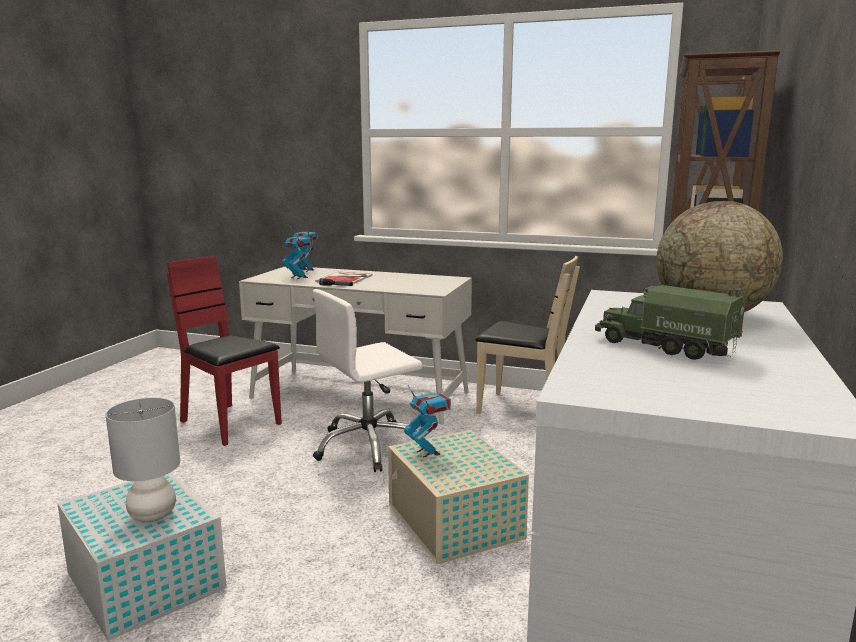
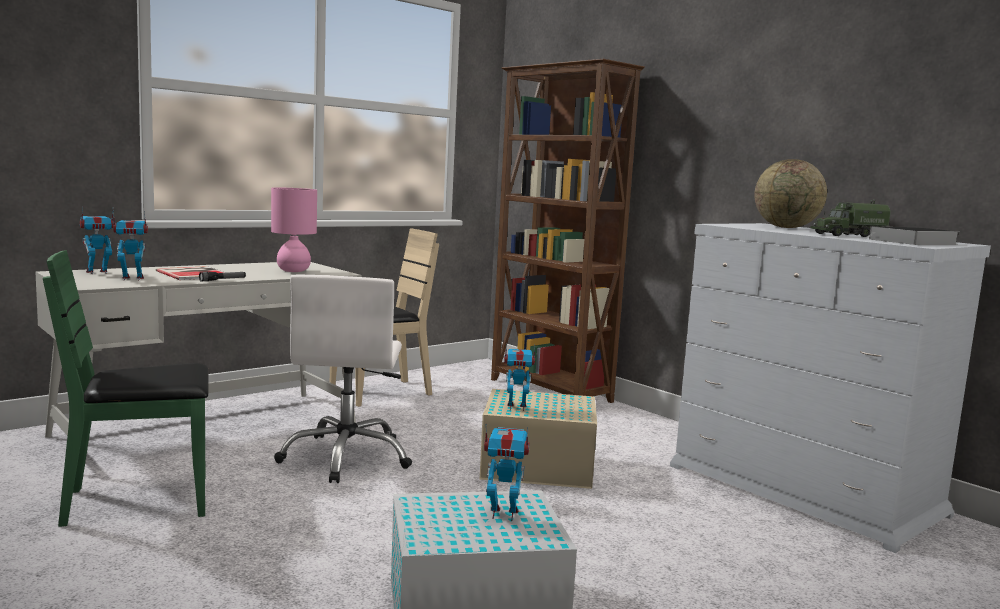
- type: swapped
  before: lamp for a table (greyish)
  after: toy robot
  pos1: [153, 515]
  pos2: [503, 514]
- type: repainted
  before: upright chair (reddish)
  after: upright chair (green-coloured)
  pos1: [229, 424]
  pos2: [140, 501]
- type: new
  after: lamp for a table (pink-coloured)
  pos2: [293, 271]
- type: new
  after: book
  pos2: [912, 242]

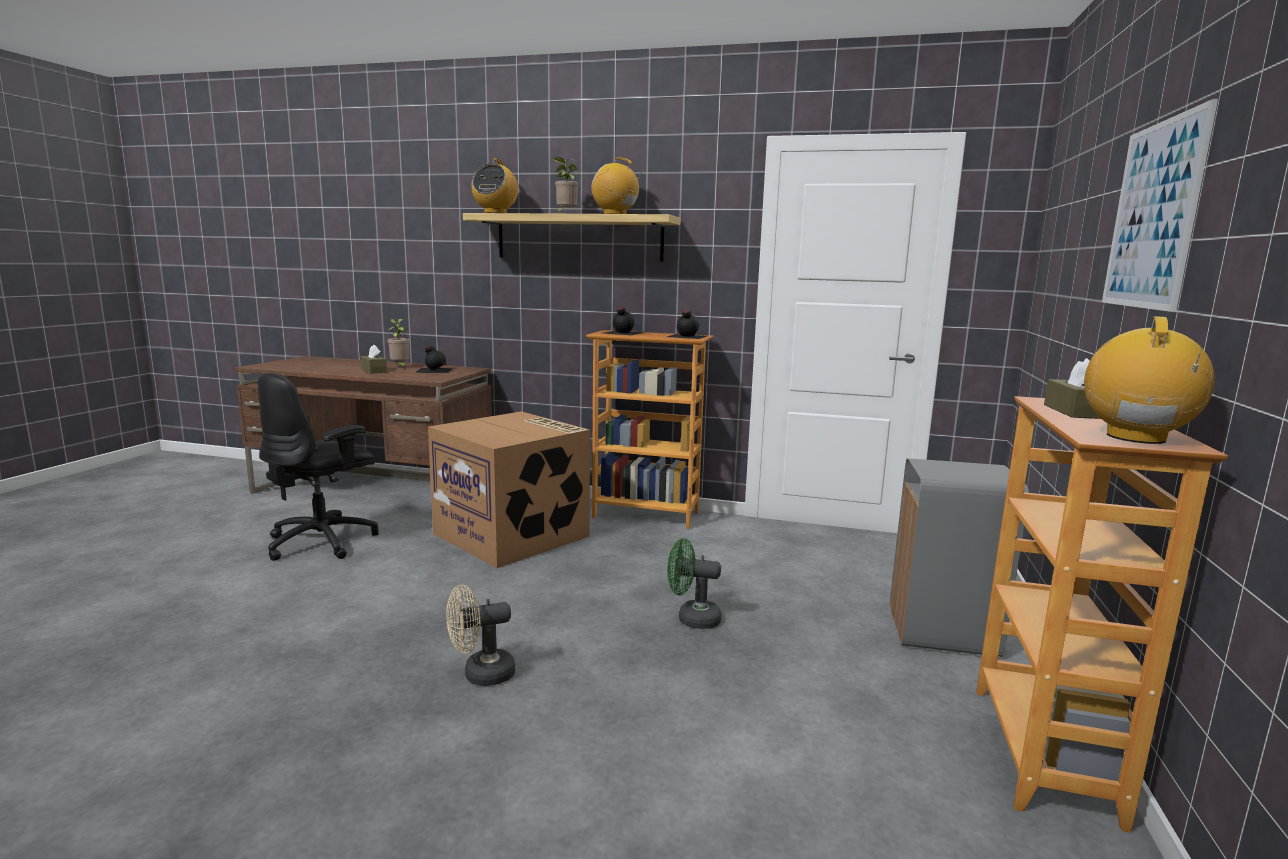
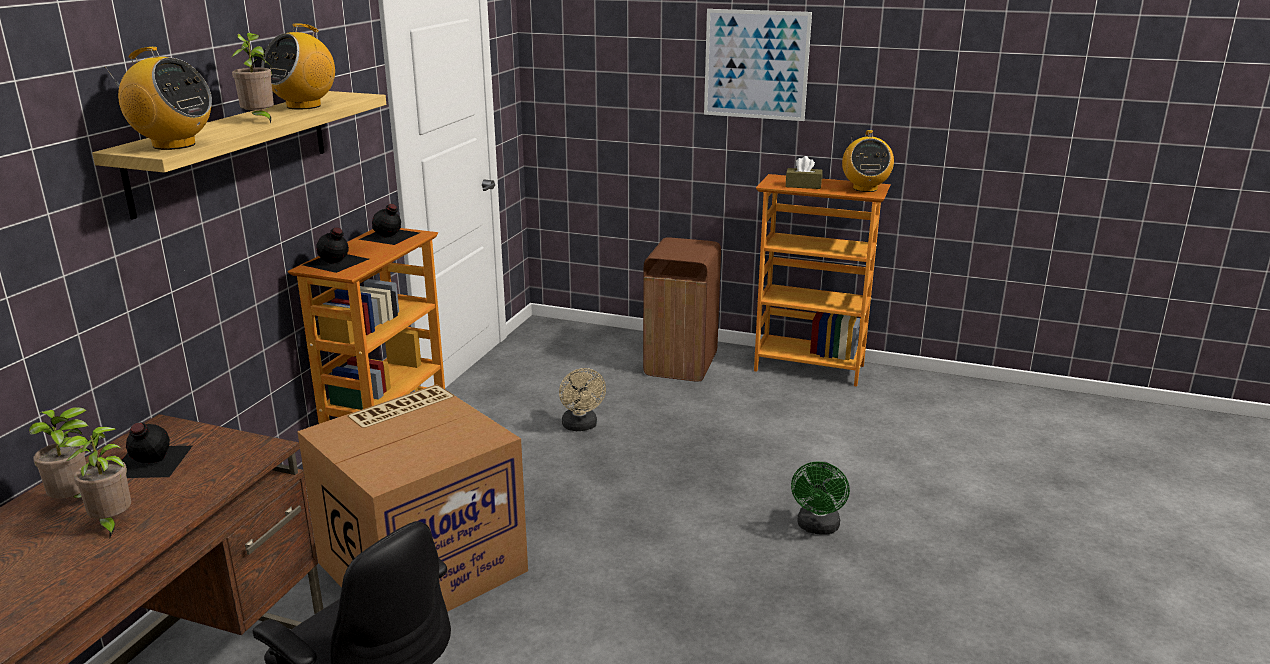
- type: swapped
  before: tissue holder (brown)
  after: houseplant
  pos1: [374, 371]
  pos2: [112, 524]
- type: shifted
  before: electric fan (beige-coloured)
  pos1: [481, 674]
  pos2: [581, 426]
- type: shifted
  before: electric fan (green-coloured)
  pos1: [692, 618]
  pos2: [817, 528]
- type: repainted
  before: waste bin (greyish)
  after: waste bin (brown)
  pos1: [943, 633]
  pos2: [681, 364]
- type: rotated
  before: radio receiver
  pos1: [1136, 437]
  pos2: [865, 188]
  turn: -120

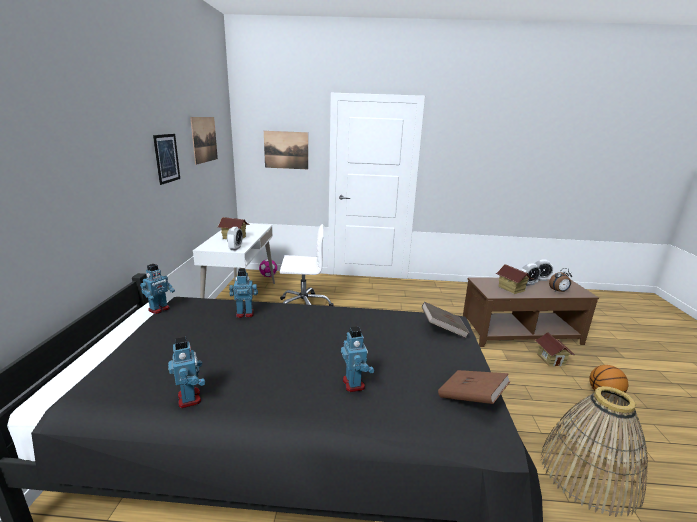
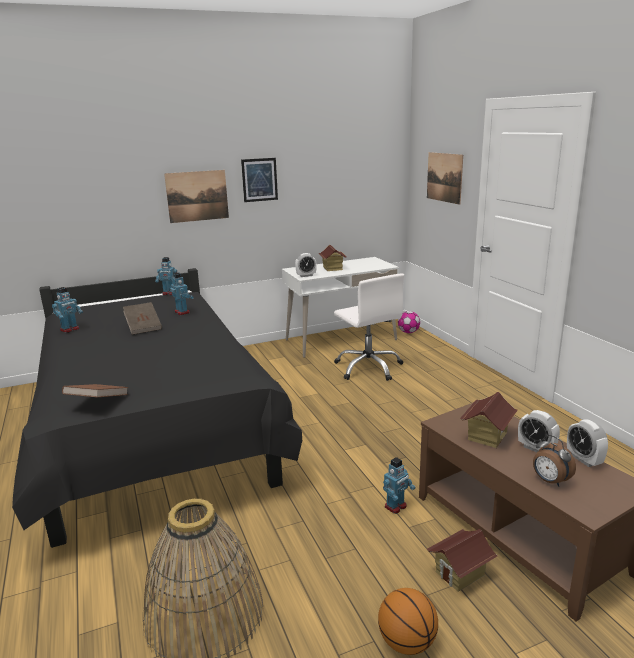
- type: shifted
  before: picture
  pos1: [204, 139]
  pos2: [197, 196]
- type: shifted
  before: toy robot
  pos1: [354, 384]
  pos2: [396, 506]
- type: shifted
  before: book (brown)
  pos1: [443, 329]
  pos2: [143, 327]

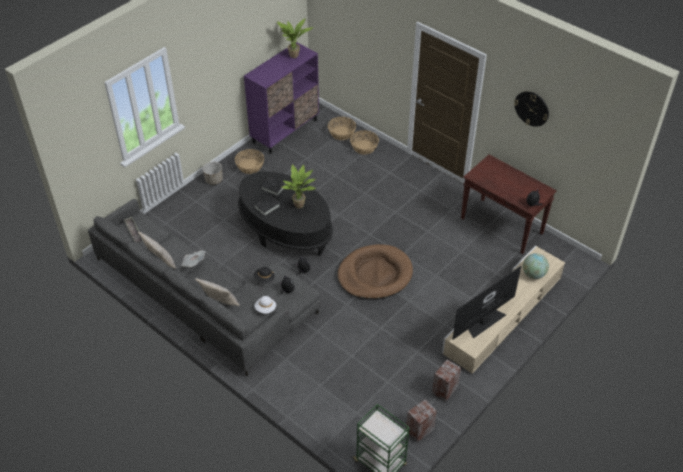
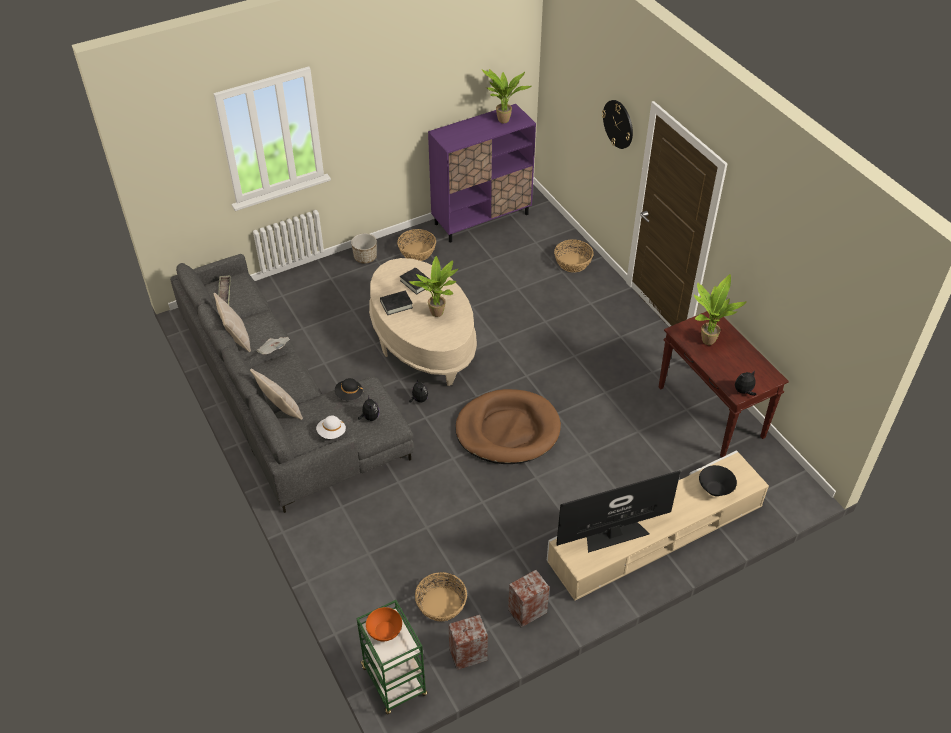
- type: repainted
  before: lounge table (blackish)
  after: lounge table (beige-coloured)
  pos1: [285, 228]
  pos2: [423, 340]
- type: shifted
  before: storage basket
  pos1: [341, 133]
  pos2: [441, 604]
- type: shifted
  before: hanging clock
  pos1: [531, 108]
  pos2: [618, 124]
- type: swapped
  before: globe
  after: deep dish (blackish)
  pos1: [533, 274]
  pos2: [715, 489]
- type: new
  after: deep dish (orange)
  pos2: [385, 630]
- type: new
  after: houseplant
  pos2: [706, 340]

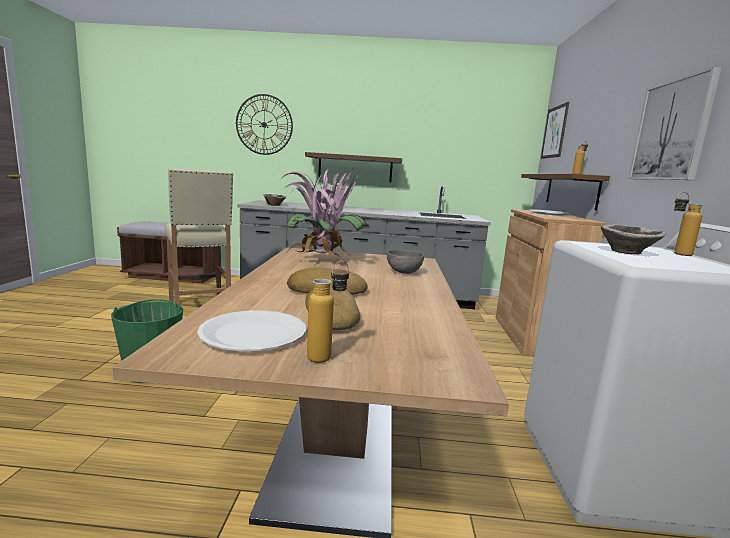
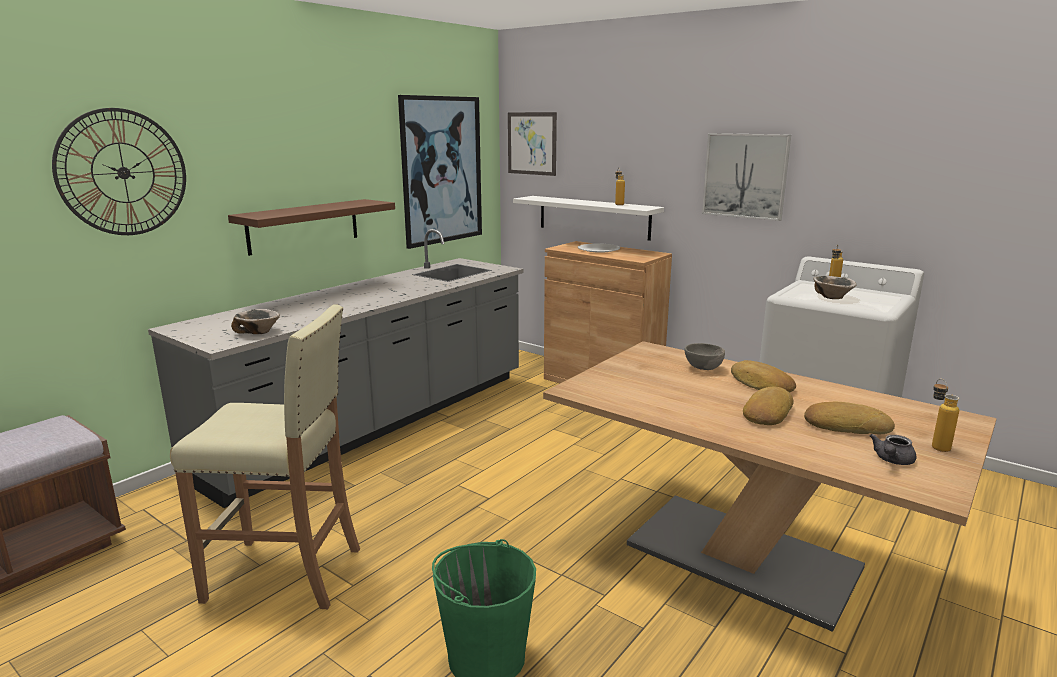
- type: swapped
  before: plate (white)
  after: pot for tea (greyish)
  pos1: [253, 333]
  pos2: [892, 461]
- type: gone
  before: houseplant
  pos1: [321, 262]
- type: repainted
  before: shelf (brown)
  after: shelf (white)
  pos1: [571, 190]
  pos2: [593, 217]
- type: new
  after: picture
  pos2: [442, 170]
- type: new
  after: baked bread
  pos2: [760, 384]

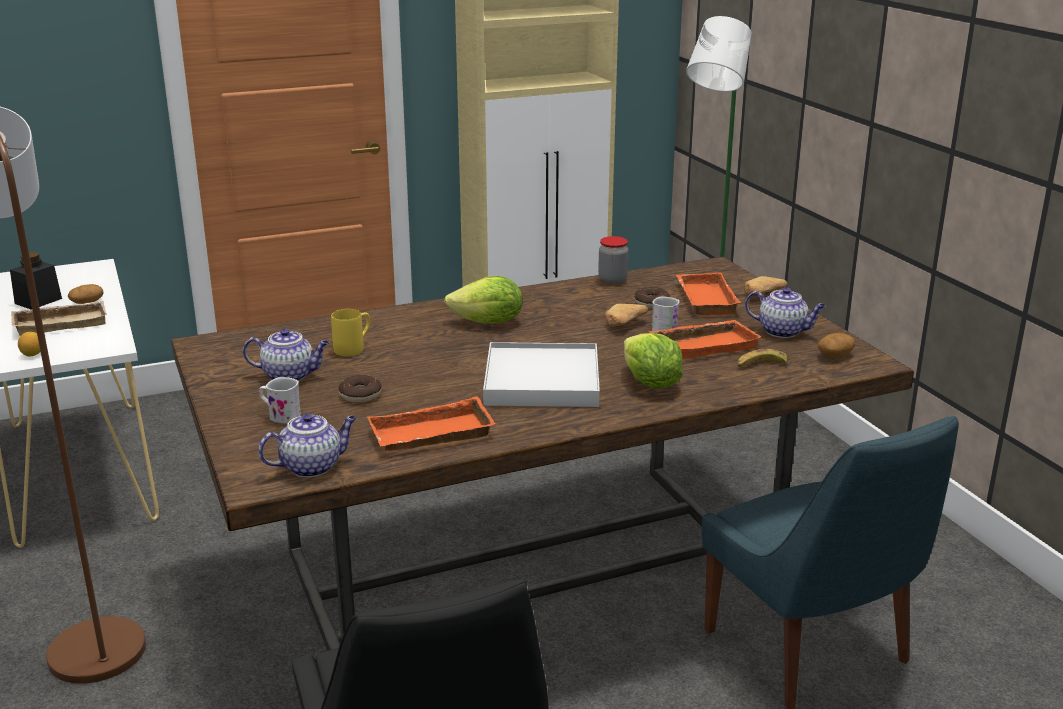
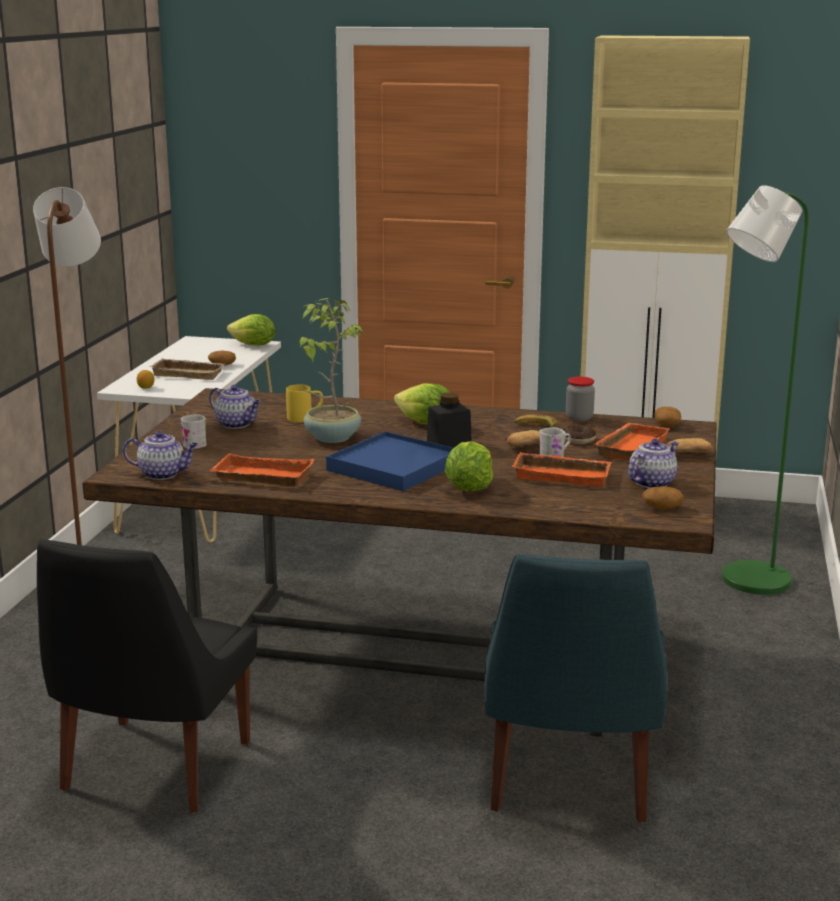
- type: shifted
  before: preserve jar (blackish)
  pos1: [38, 301]
  pos2: [449, 444]
- type: gone
  before: ring doughnut
  pos1: [360, 395]
- type: repainted
  before: carrying tray (white)
  after: carrying tray (bluish)
  pos1: [542, 381]
  pos2: [394, 467]
- type: shifted
  before: whole banana
  pos1: [761, 365]
  pos2: [535, 426]
- type: rotated
  before: pot for tea
  pos1: [783, 331]
  pos2: [652, 482]
  turn: -105
- type: new
  after: head of lettuce
  pos2: [253, 345]
- type: new
  after: houseplant
  pos2: [331, 438]
- type: new
  after: potato
  pos2: [667, 425]

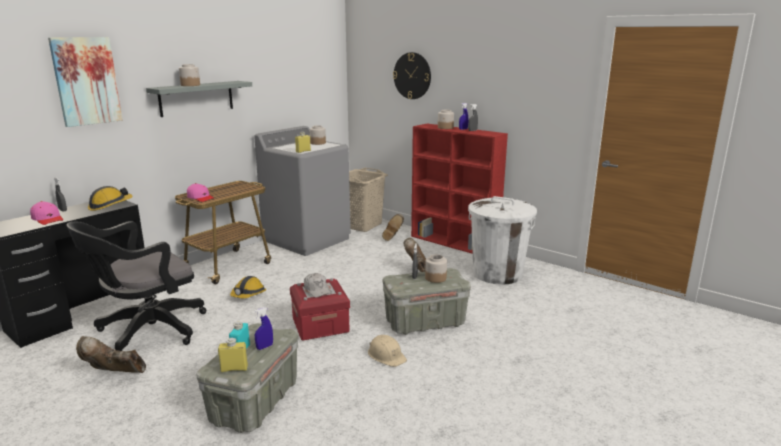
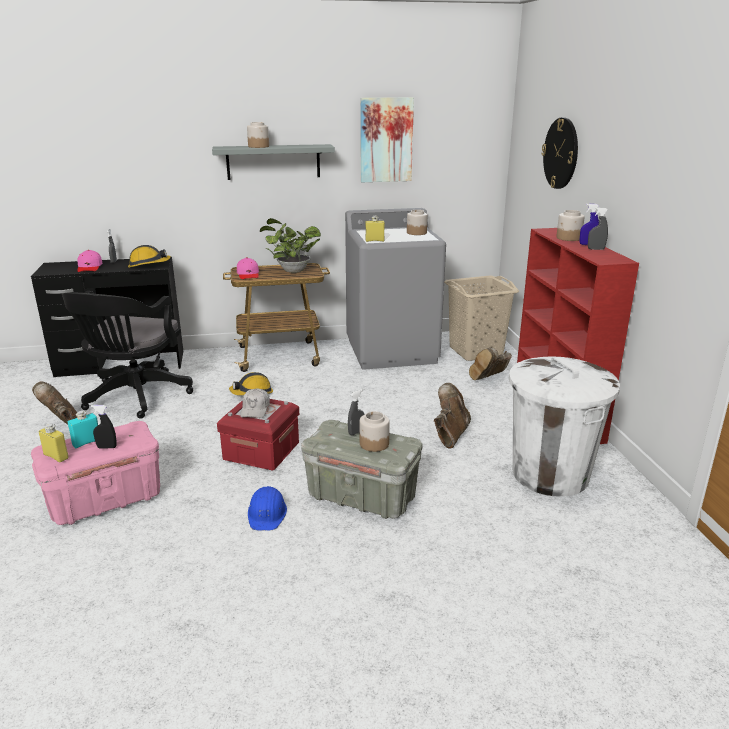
- type: shifted
  before: picture
  pos1: [86, 81]
  pos2: [386, 140]
- type: rotated
  before: office chair (blackish)
  pos1: [147, 331]
  pos2: [135, 397]
  turn: -75
- type: repainted
  before: storage box (greyish)
  after: storage box (pink-coloured)
  pos1: [255, 401]
  pos2: [106, 499]
- type: repainted
  before: hand sprayer (bluish)
  after: hand sprayer (blackish)
  pos1: [264, 347]
  pos2: [107, 447]
- type: repainted
  before: work helmet (beige-coloured)
  after: work helmet (bluish)
  pos1: [386, 355]
  pos2: [267, 513]
- type: new
  after: houseplant
  pos2: [291, 270]

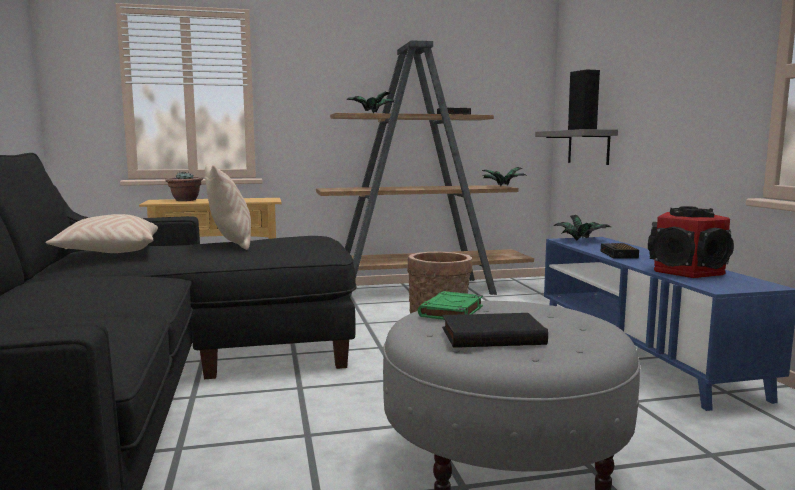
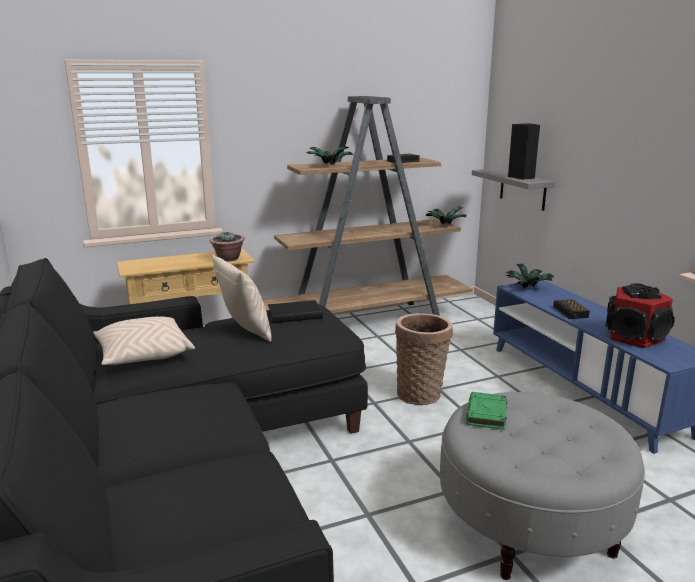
- type: shifted
  before: houseplant
  pos1: [185, 200]
  pos2: [228, 259]
- type: shifted
  before: book (blackish)
  pos1: [492, 335]
  pos2: [295, 314]

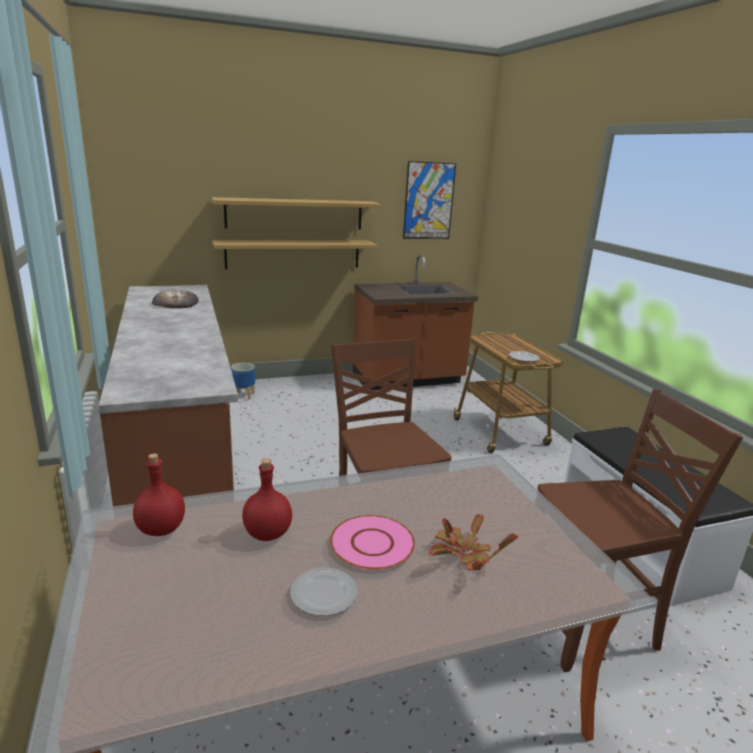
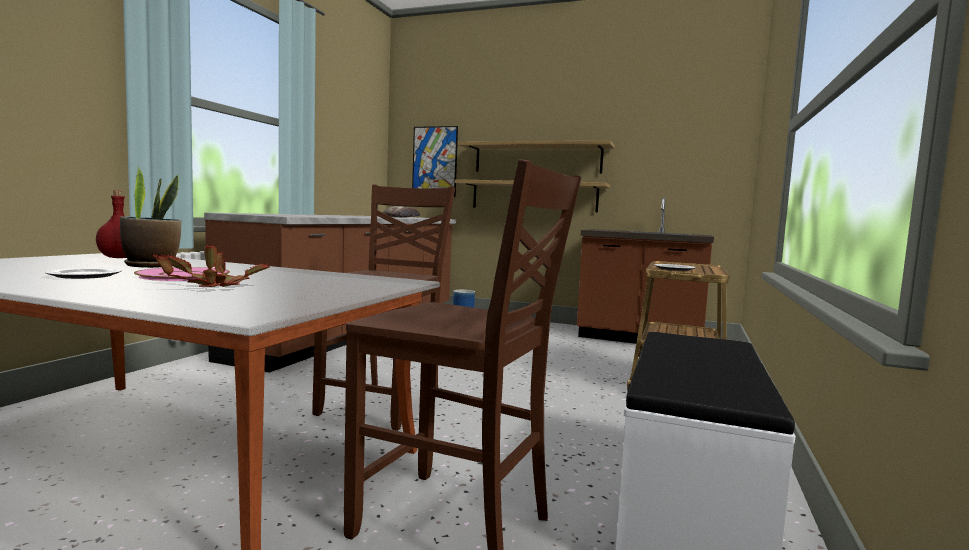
- type: swapped
  before: bottle (reddish)
  after: houseplant
  pos1: [267, 534]
  pos2: [151, 265]
- type: shifted
  before: picture
  pos1: [429, 201]
  pos2: [434, 161]

